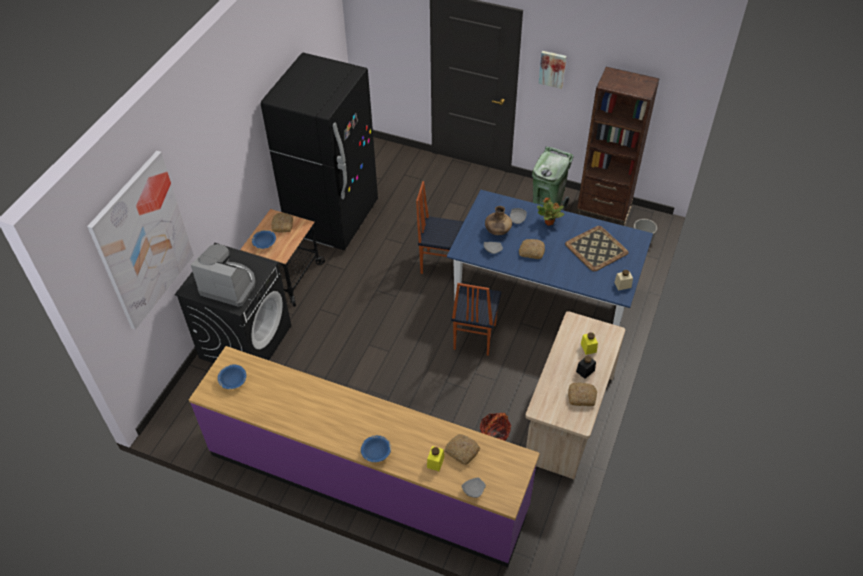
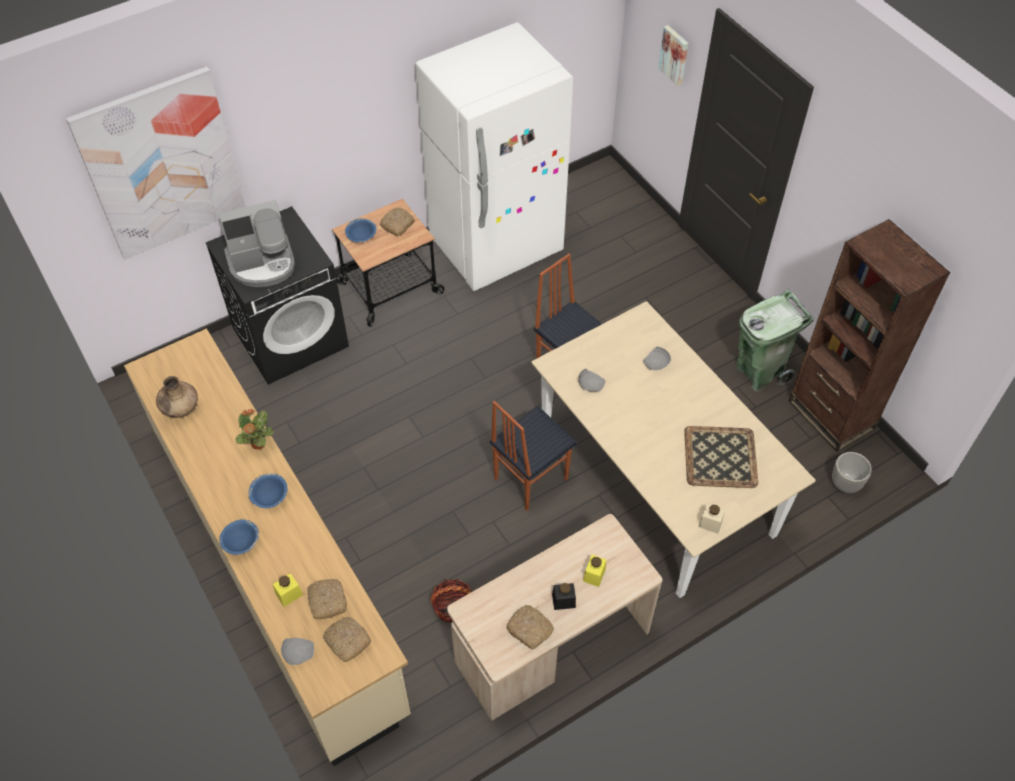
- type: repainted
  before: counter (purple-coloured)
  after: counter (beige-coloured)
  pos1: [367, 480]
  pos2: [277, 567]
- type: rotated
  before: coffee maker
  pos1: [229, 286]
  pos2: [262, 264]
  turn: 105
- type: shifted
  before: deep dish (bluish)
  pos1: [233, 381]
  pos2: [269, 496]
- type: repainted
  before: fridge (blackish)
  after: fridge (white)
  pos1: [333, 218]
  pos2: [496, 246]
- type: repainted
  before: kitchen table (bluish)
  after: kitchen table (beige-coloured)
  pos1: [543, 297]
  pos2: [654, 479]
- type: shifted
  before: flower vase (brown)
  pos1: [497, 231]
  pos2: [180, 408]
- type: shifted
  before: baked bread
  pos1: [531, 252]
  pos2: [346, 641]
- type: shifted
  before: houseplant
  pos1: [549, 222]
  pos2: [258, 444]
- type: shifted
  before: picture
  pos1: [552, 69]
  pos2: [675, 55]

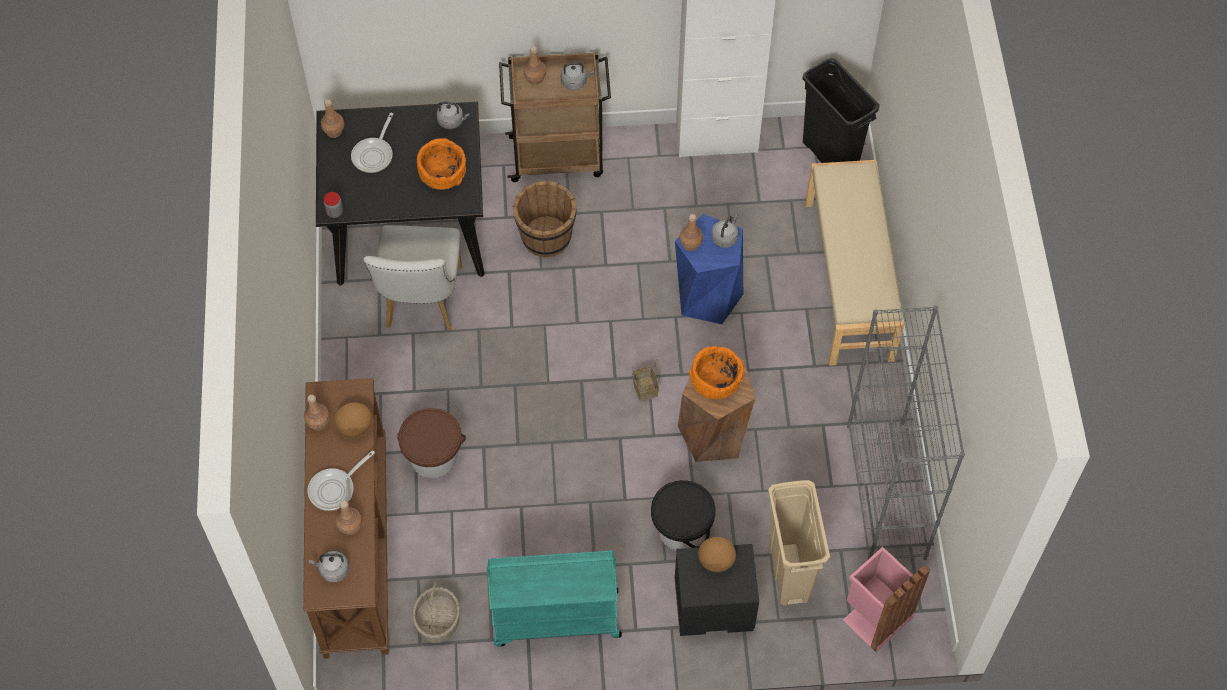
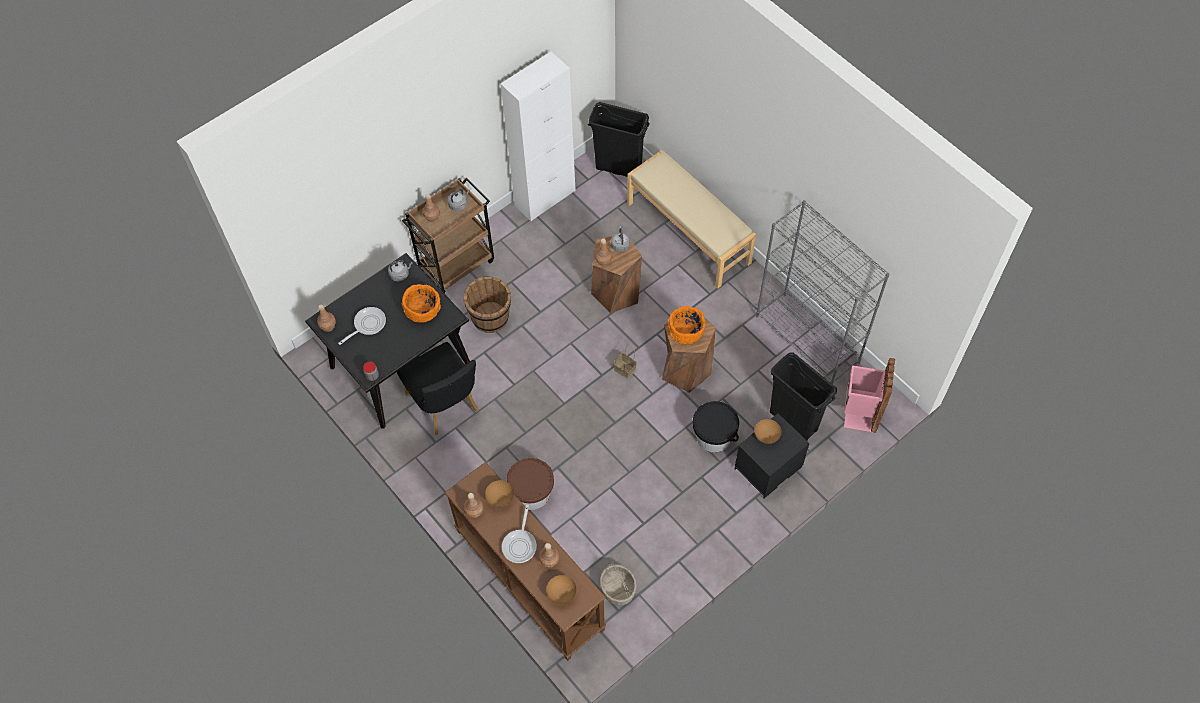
- type: swapped
  before: tea kettle (greyish)
  after: deep dish (brown)
  pos1: [332, 570]
  pos2: [561, 594]
- type: rotated
  before: frying pan
  pos1: [374, 154]
  pos2: [367, 324]
  turn: -120
- type: repainted
  before: upright chair (white)
  after: upright chair (blackish)
  pos1: [421, 303]
  pos2: [446, 406]
- type: gone
  before: trolley (turquoise)
  pos1: [555, 619]
- type: repainted
  before: sitting stool (bluish)
  after: sitting stool (brown)
  pos1: [708, 296]
  pos2: [616, 292]
- type: repainted
  before: waste bin (beige-coloured)
  after: waste bin (blackish)
  pos1: [789, 573]
  pos2: [793, 421]

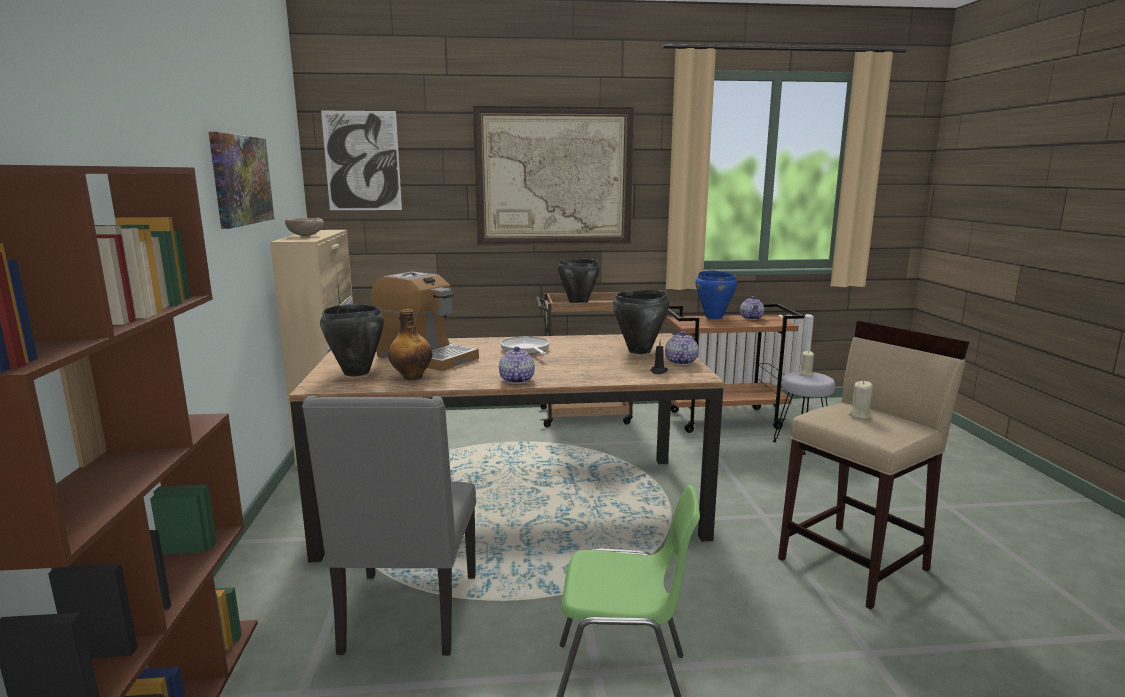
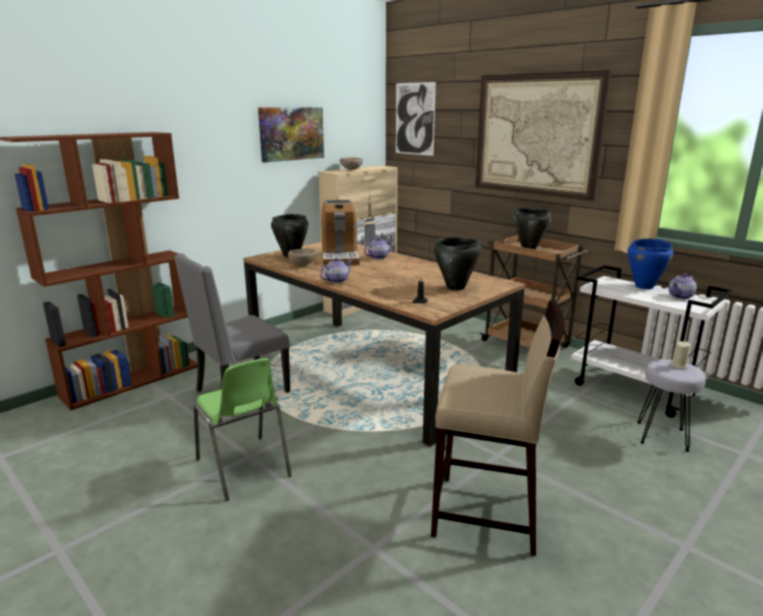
- type: swapped
  before: bottle
  after: deep dish (beige-coloured)
  pos1: [411, 377]
  pos2: [303, 264]
- type: gone
  before: frying pan
  pos1: [526, 350]
- type: shifted
  before: pot for tea
  pos1: [680, 362]
  pos2: [378, 257]
- type: repainted
  before: trolley (brown)
  after: trolley (white)
  pos1: [724, 420]
  pos2: [634, 390]
- type: gone
  before: candle (beige-coloured)
  pos1: [859, 415]

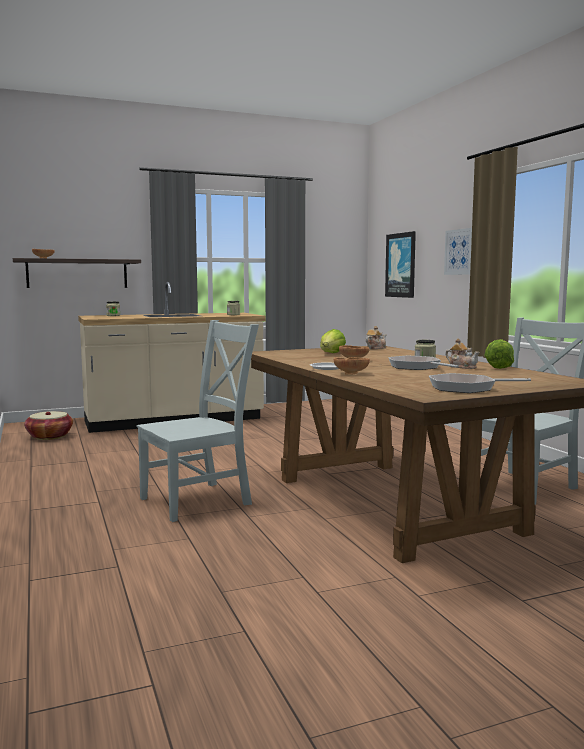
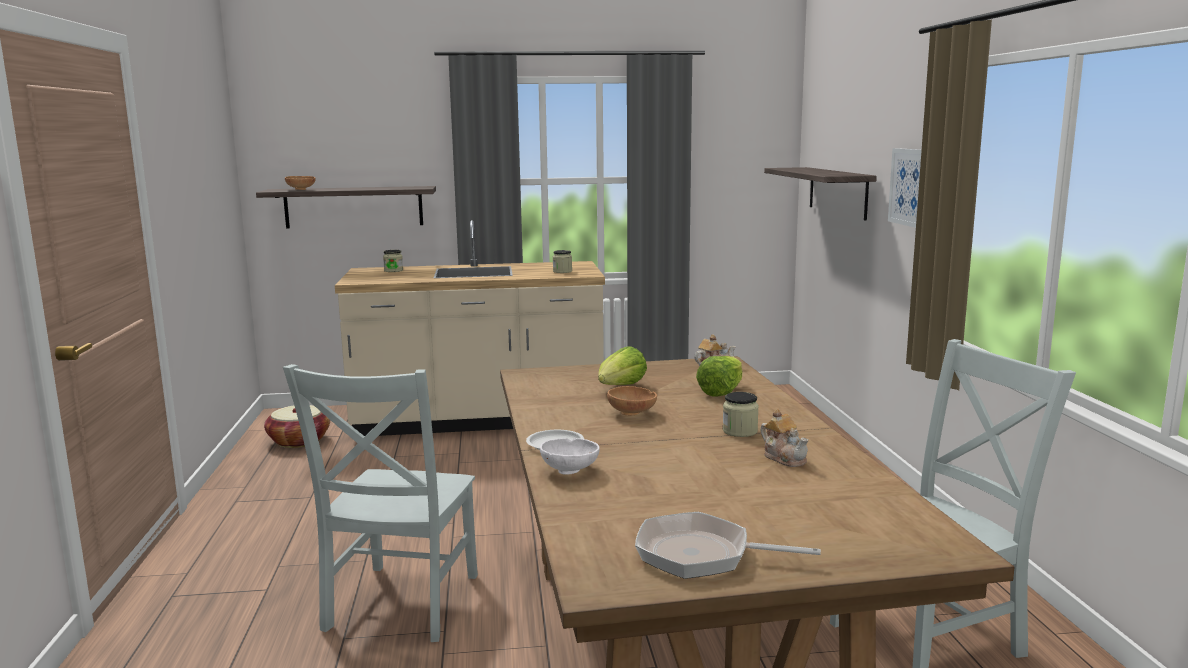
- type: rotated
  before: upright chair (greyish)
  pos1: [200, 500]
  pos2: [399, 605]
  turn: 120
- type: repainted
  before: deep dish (brown)
  after: deep dish (white)
  pos1: [351, 373]
  pos2: [571, 470]
- type: swapped
  before: picture
  after: shelf
  pos1: [401, 265]
  pos2: [837, 192]
- type: gone
  before: frying pan
  pos1: [417, 367]
- type: shifted
  before: head of lettuce
  pos1: [499, 367]
  pos2: [721, 392]

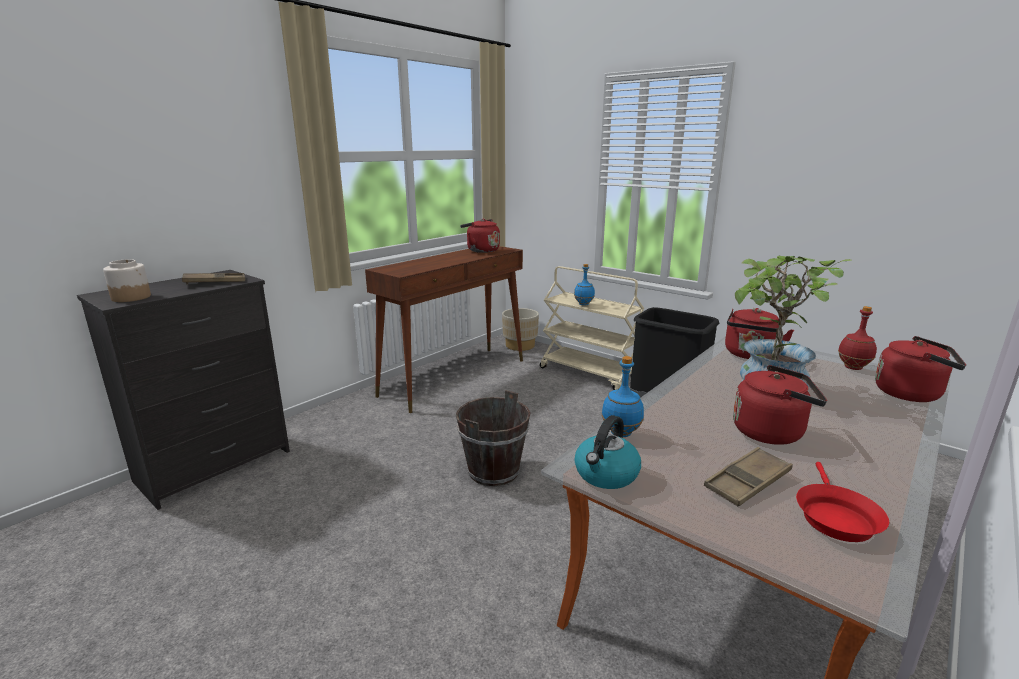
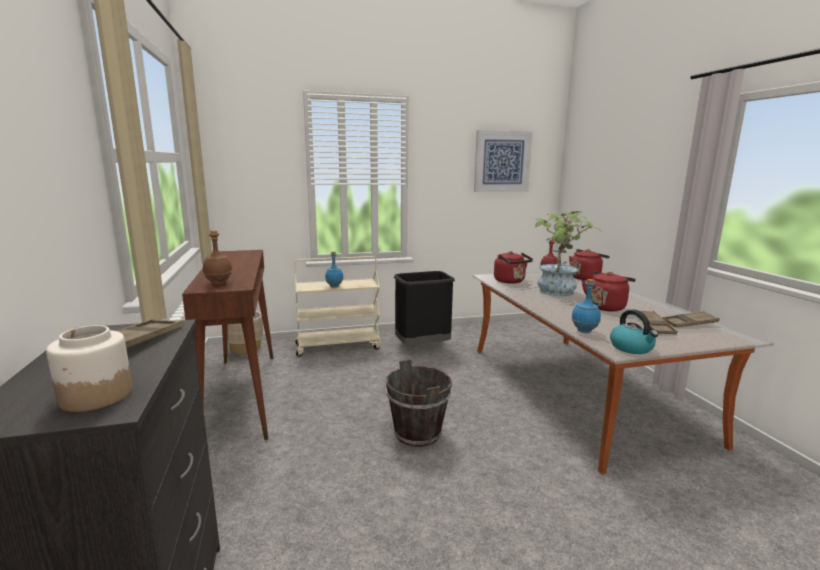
- type: gone
  before: tea kettle (reddish)
  pos1: [481, 250]
- type: swapped
  before: frying pan (reddish)
  after: carrying tray (brown)
  pos1: [834, 516]
  pos2: [689, 323]
- type: new
  after: bottle (brown)
  pos2: [219, 284]
- type: new
  after: picture
  pos2: [502, 161]

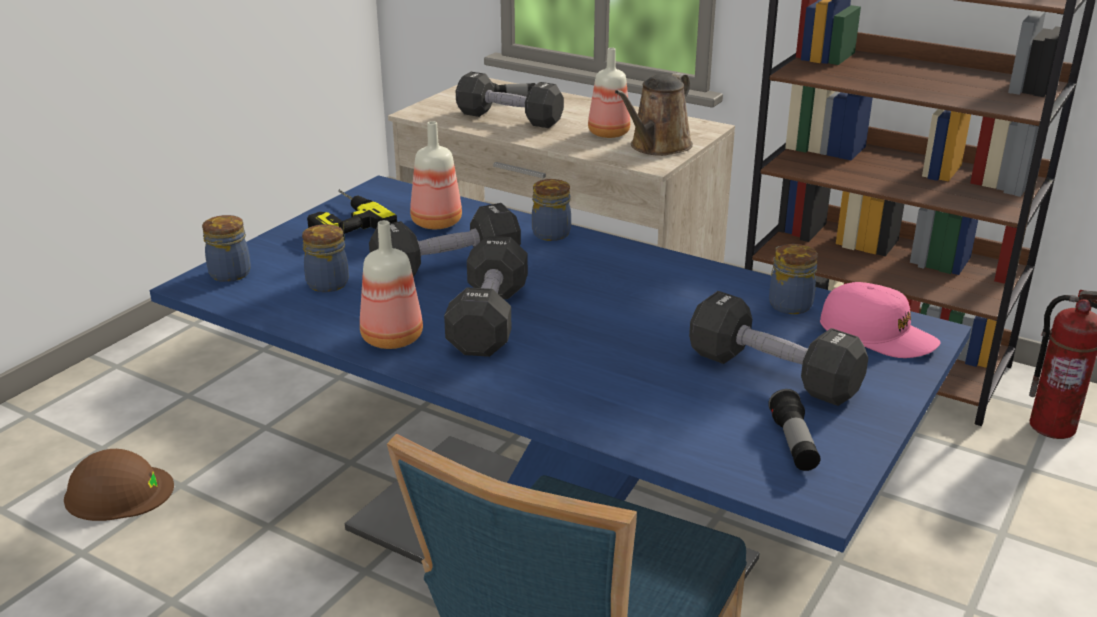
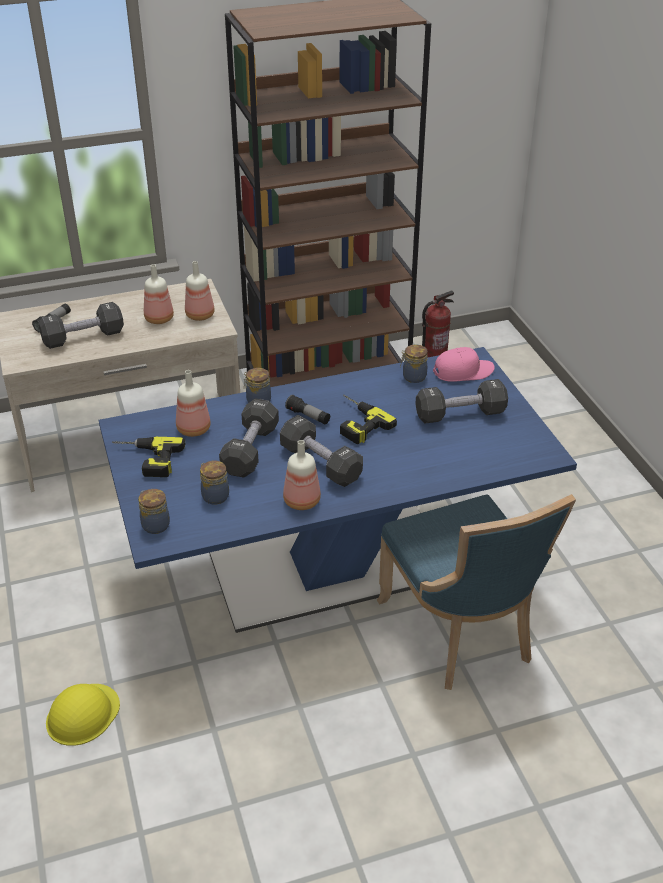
- type: repainted
  before: work helmet (brown)
  after: work helmet (yellow-coloured)
  pos1: [118, 492]
  pos2: [82, 714]
- type: swapped
  before: watering can (brown)
  after: bottle
  pos1: [657, 147]
  pos2: [200, 315]
- type: shifted
  before: hand torch
  pos1: [793, 443]
  pos2: [308, 416]
- type: new
  after: power drill
  pos2: [355, 422]

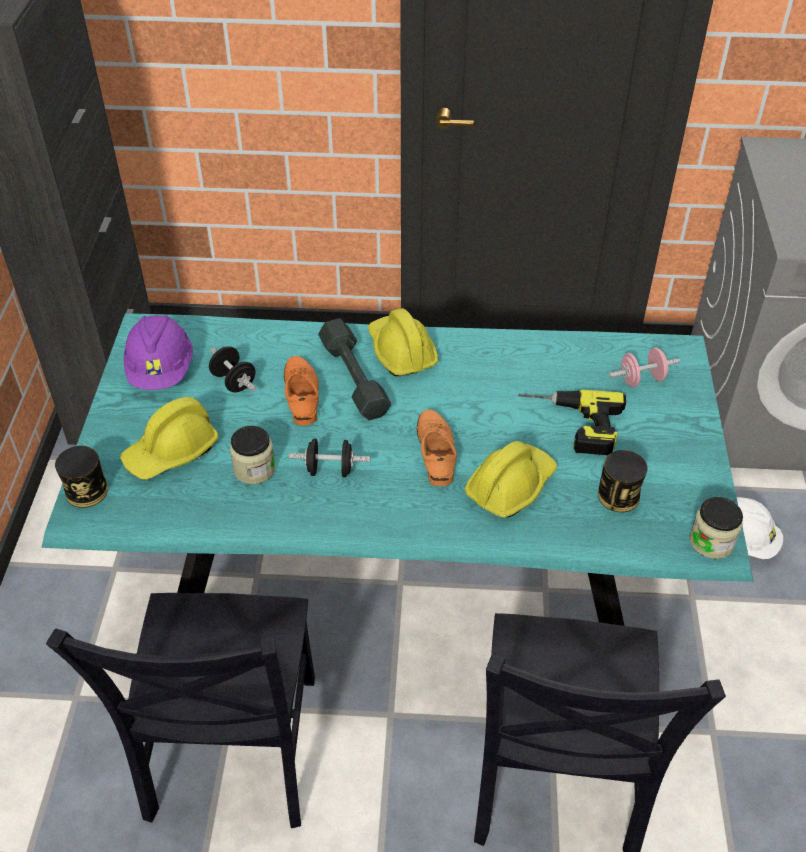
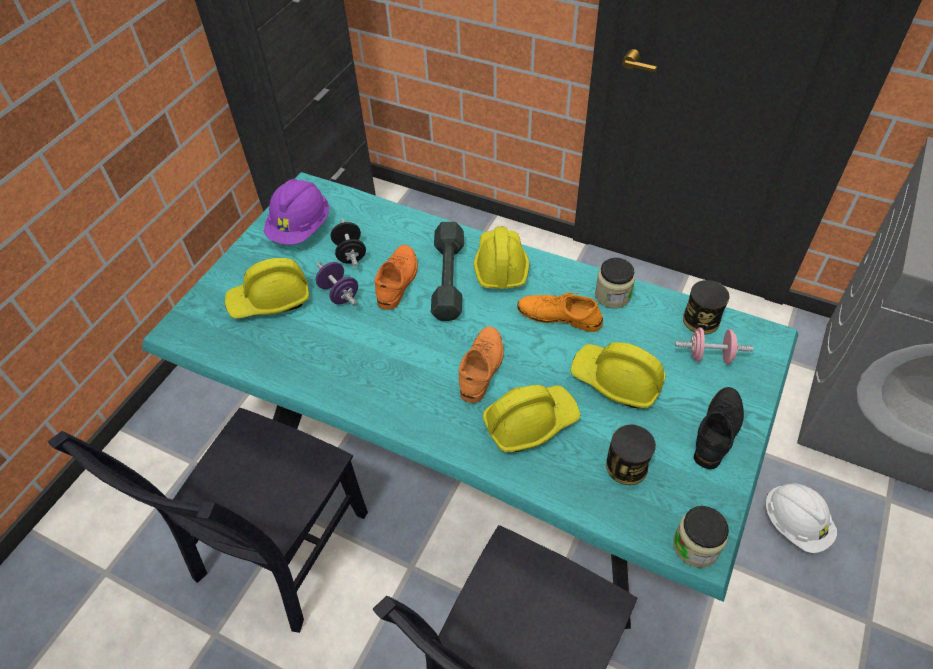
- type: shifted
  before: metal can
  pos1: [87, 491]
  pos2: [701, 320]
- type: shifted
  before: preserve jar
  pos1: [254, 469]
  pos2: [612, 295]
- type: gone
  before: dumbbell (blackish)
  pos1: [330, 470]
- type: swapped
  before: power drill
  after: work helmet (yellow-coloured)
  pos1: [570, 425]
  pos2: [616, 380]
- type: new
  after: dumbbell (purple-coloured)
  pos2: [339, 293]
- type: new
  after: shoe (orange)
  pos2: [559, 316]
- type: new
  after: shoe (blackish)
  pos2: [718, 430]

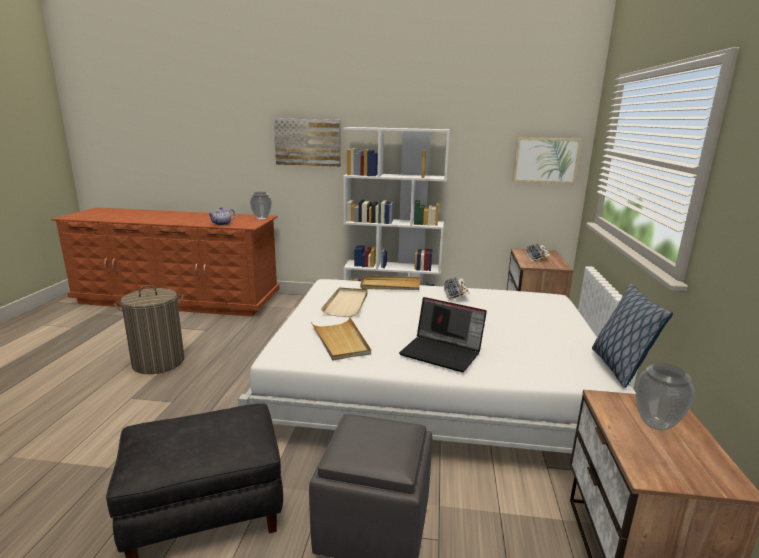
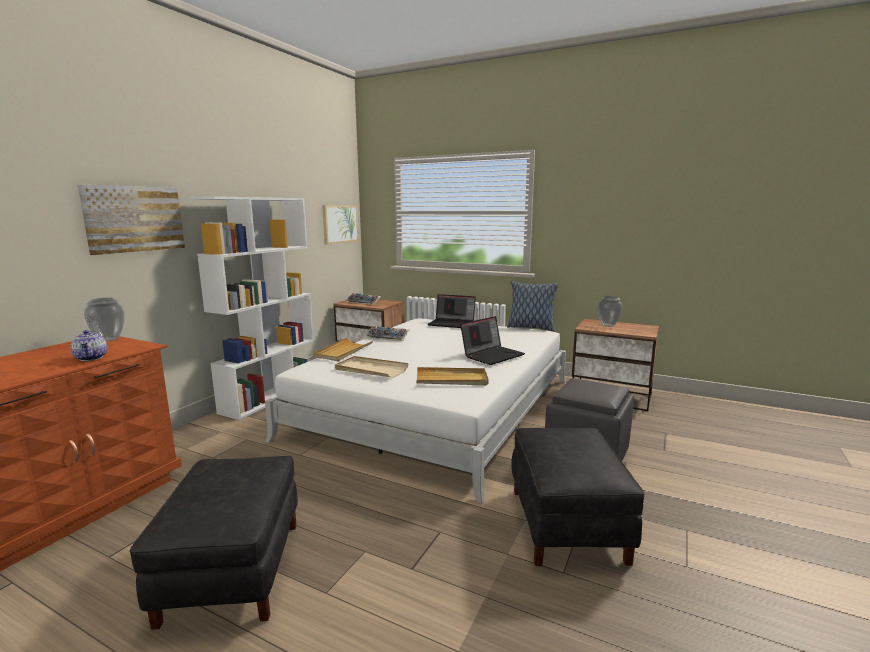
- type: swapped
  before: laundry basket
  after: ottoman (blackish)
  pos1: [158, 362]
  pos2: [232, 570]
- type: new
  after: laptop
  pos2: [452, 323]

